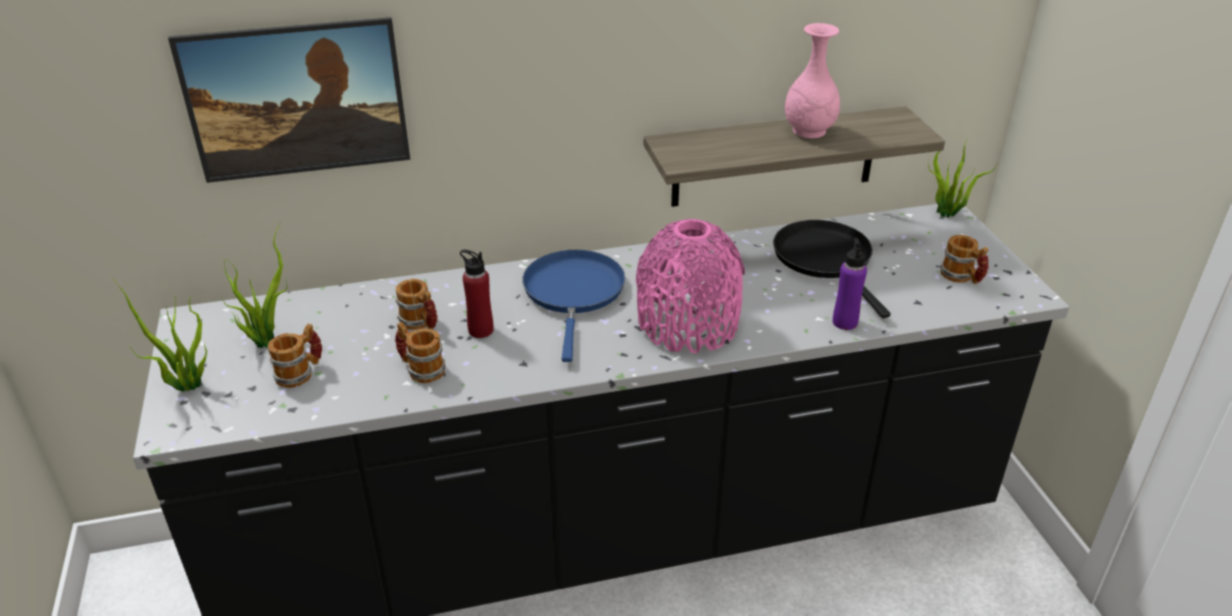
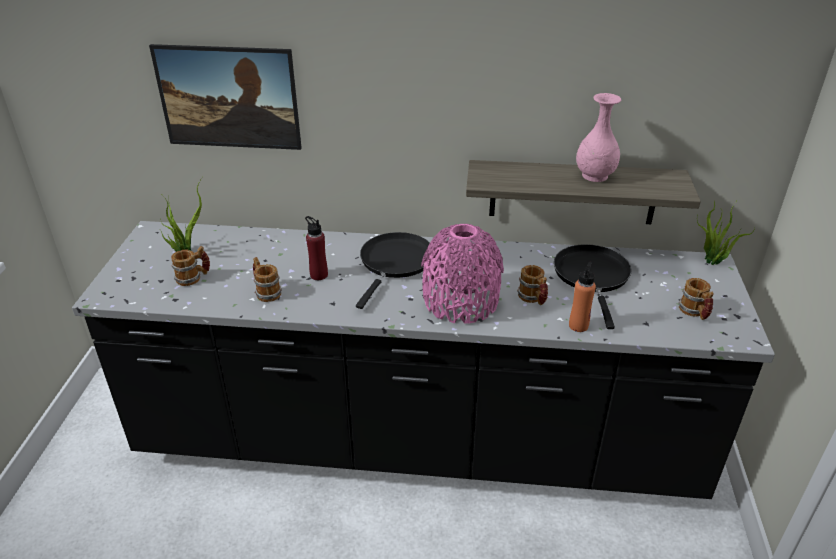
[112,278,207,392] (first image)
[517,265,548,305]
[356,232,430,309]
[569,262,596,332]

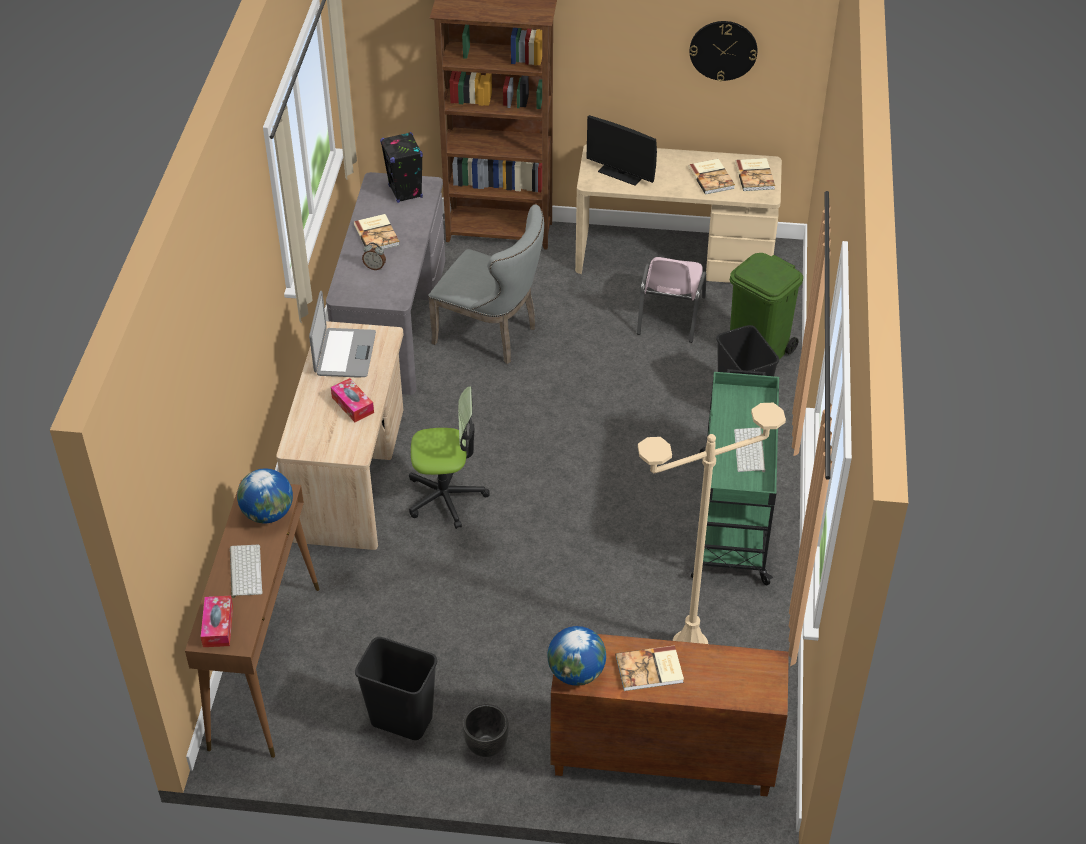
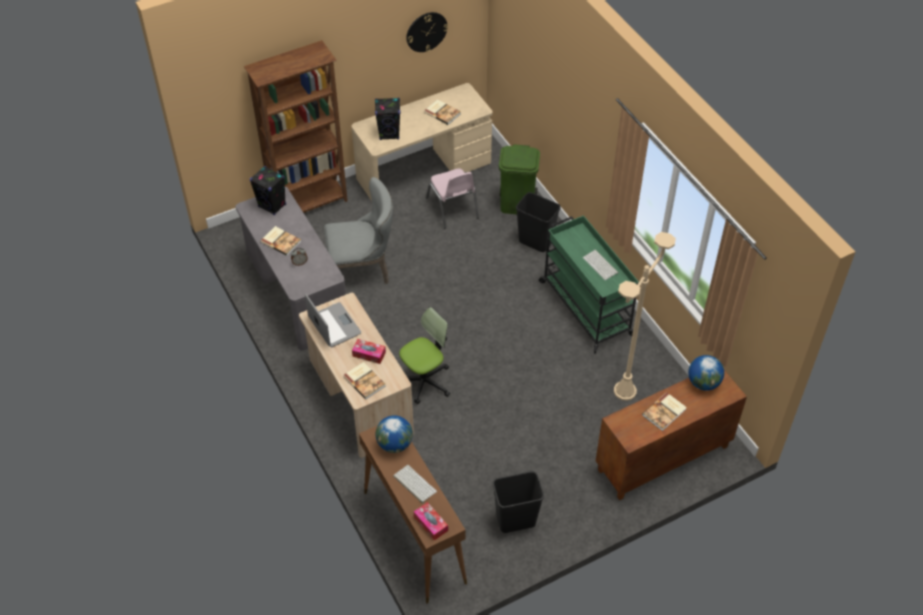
[463,704,509,757] (first image)
[688,355,724,391]
[343,362,385,400]
[375,98,400,140]

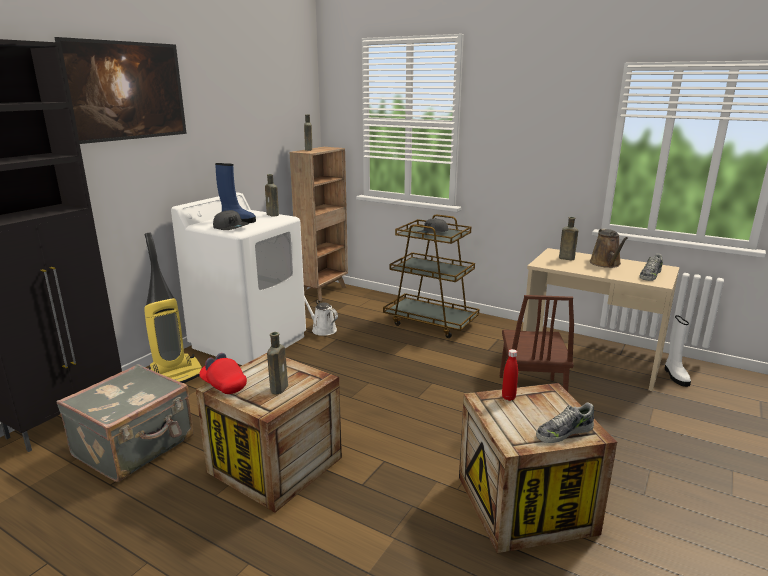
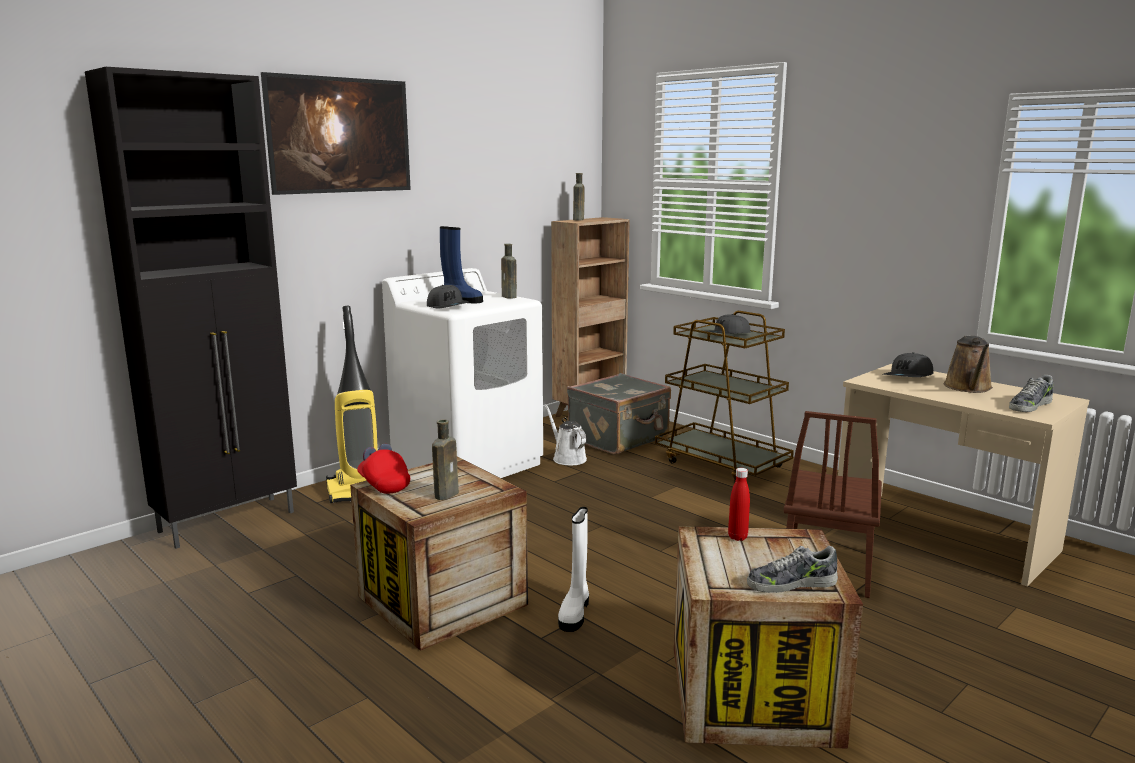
[567,373,671,454]
[558,507,589,632]
[883,352,934,377]

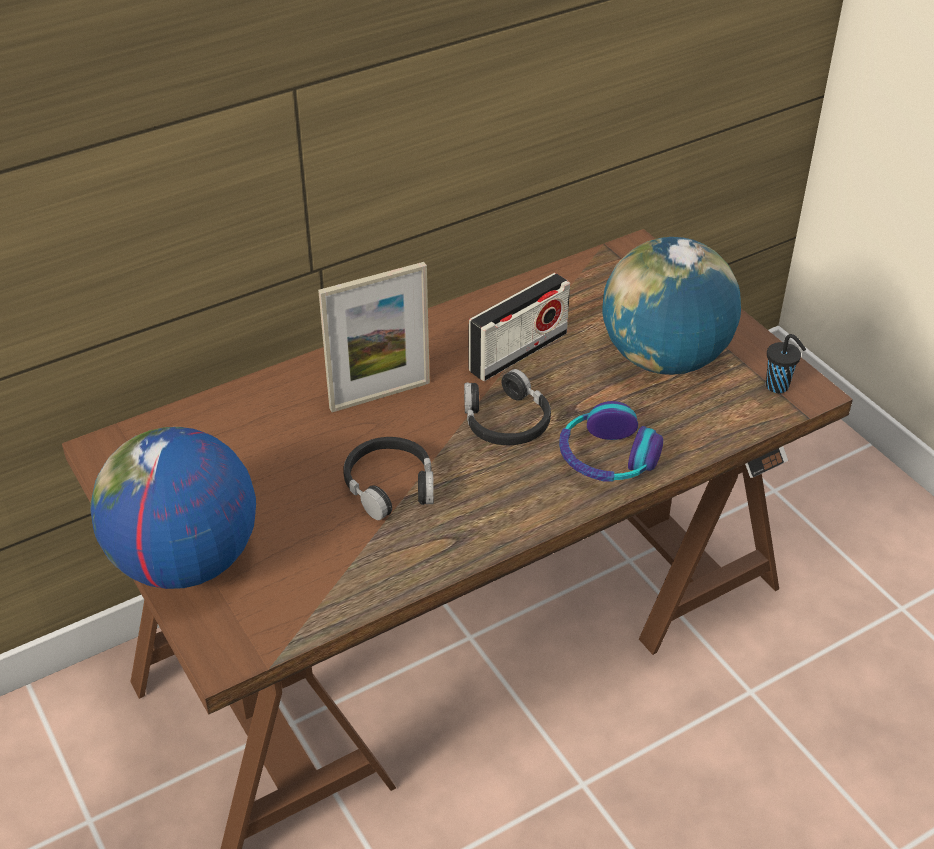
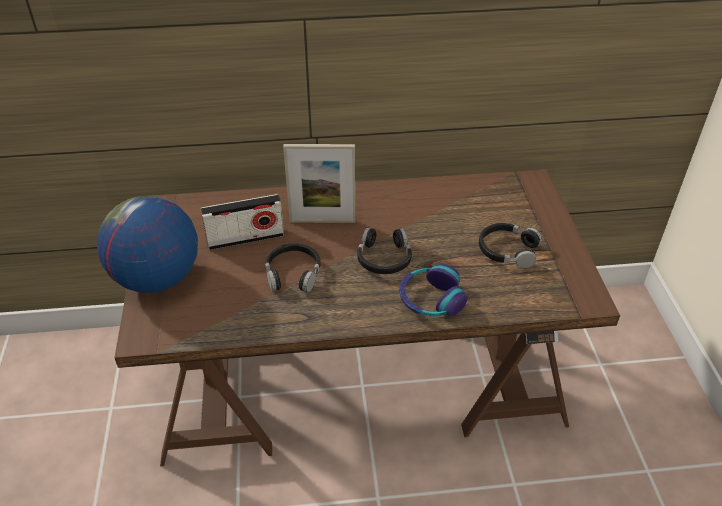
[766,334,806,393] (first image)
[201,194,284,250]
[479,223,542,268]

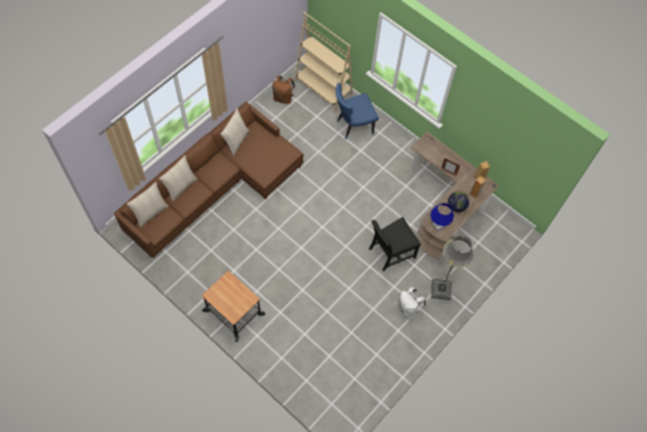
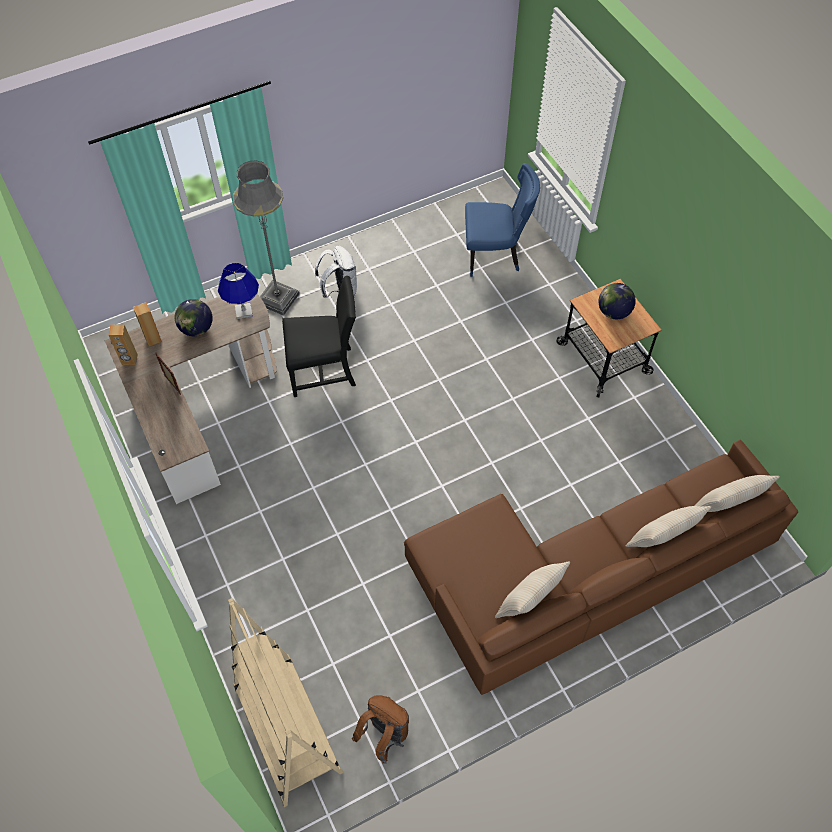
[599,283,636,319]
[465,163,540,277]

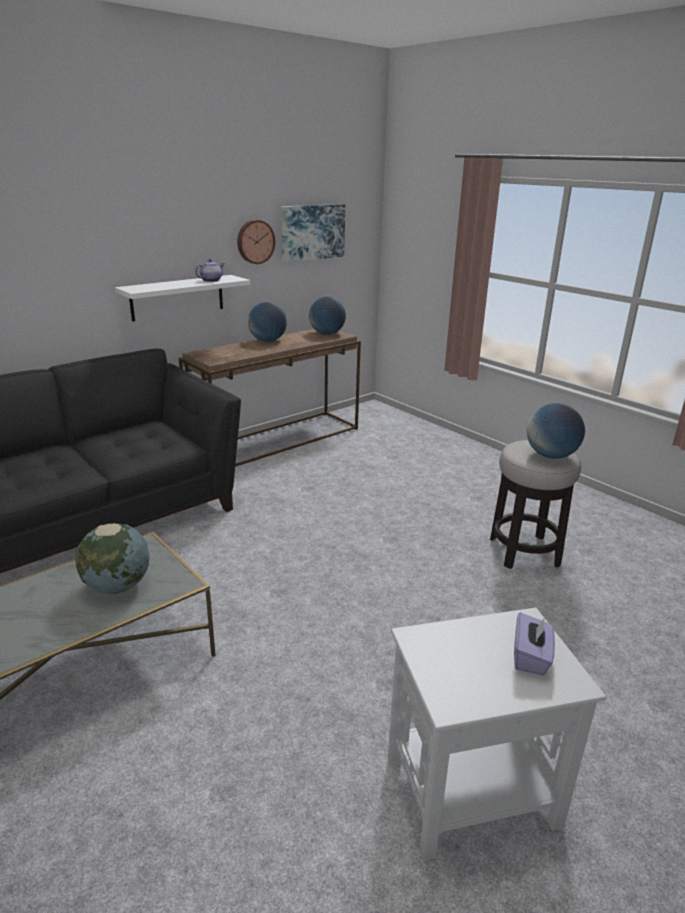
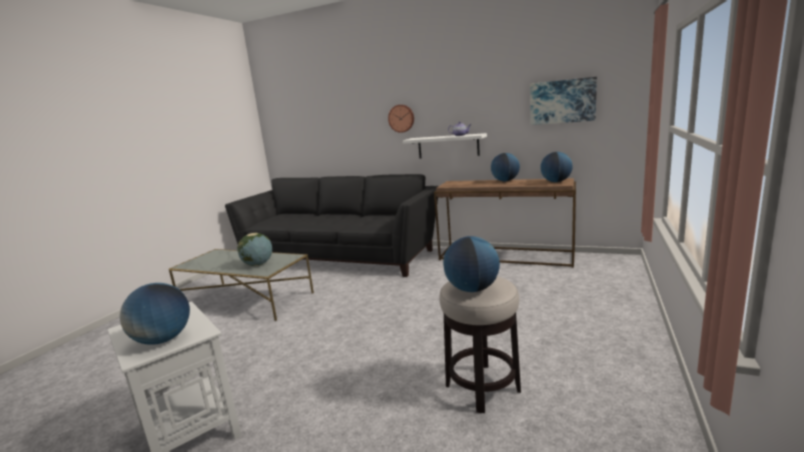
[388,105,414,133]
[120,283,190,345]

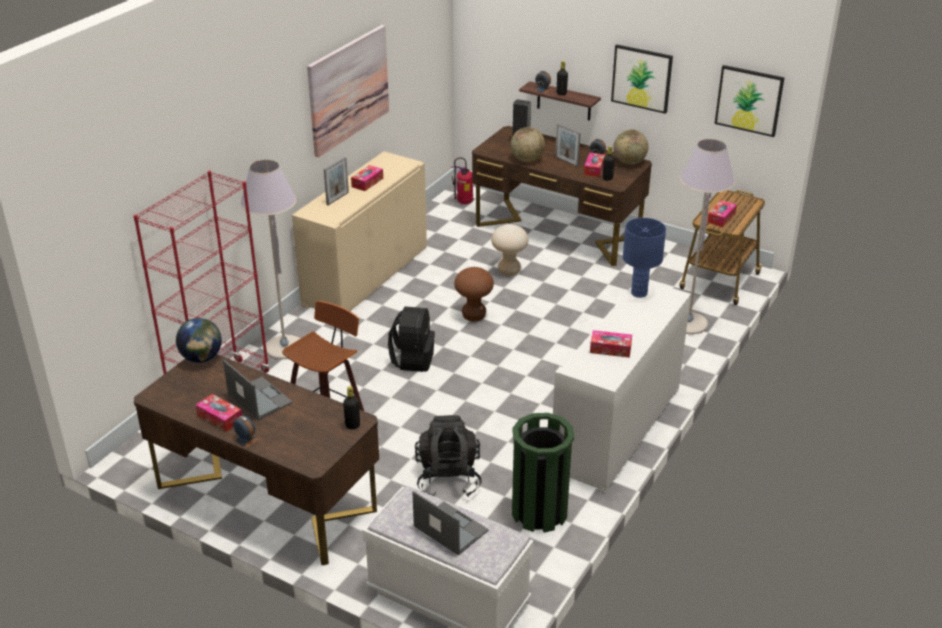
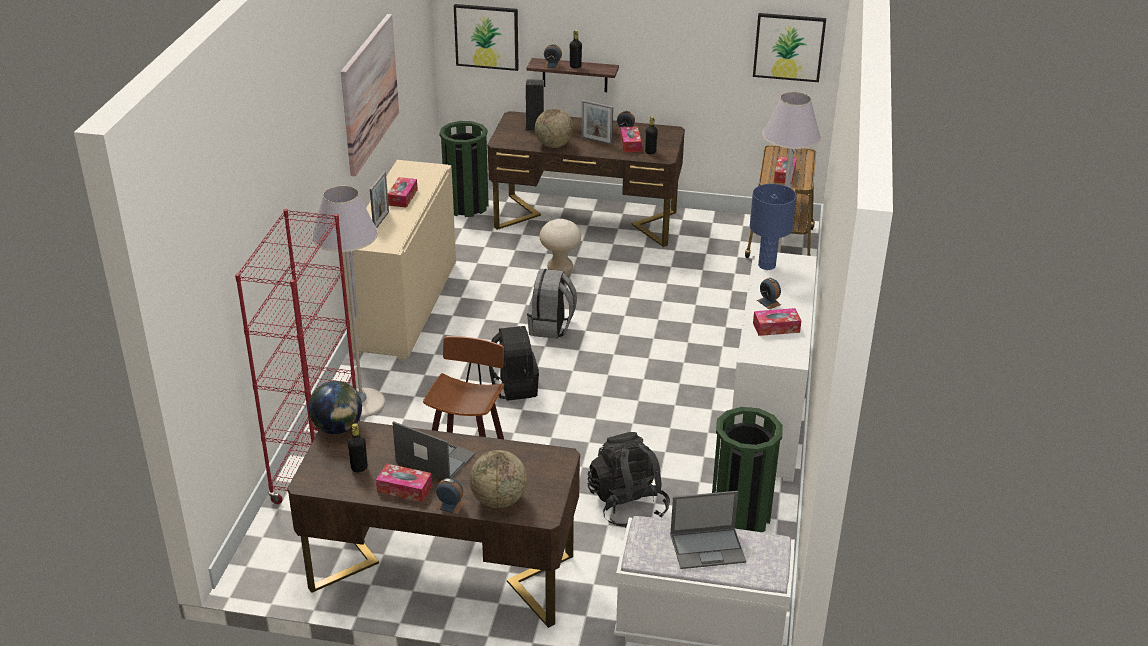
[757,278,781,310]
[348,423,367,472]
[454,4,519,71]
[469,450,527,508]
[439,121,489,217]
[527,269,577,339]
[670,491,746,569]

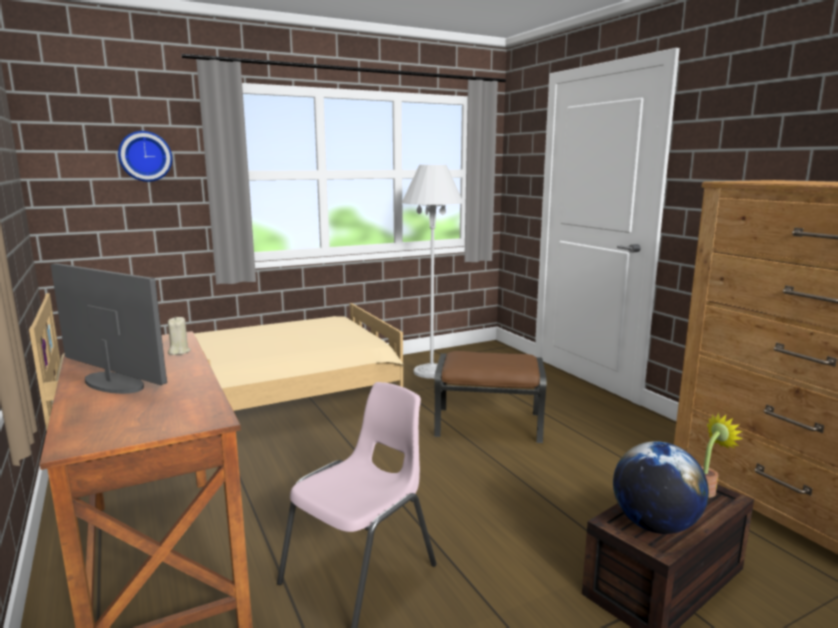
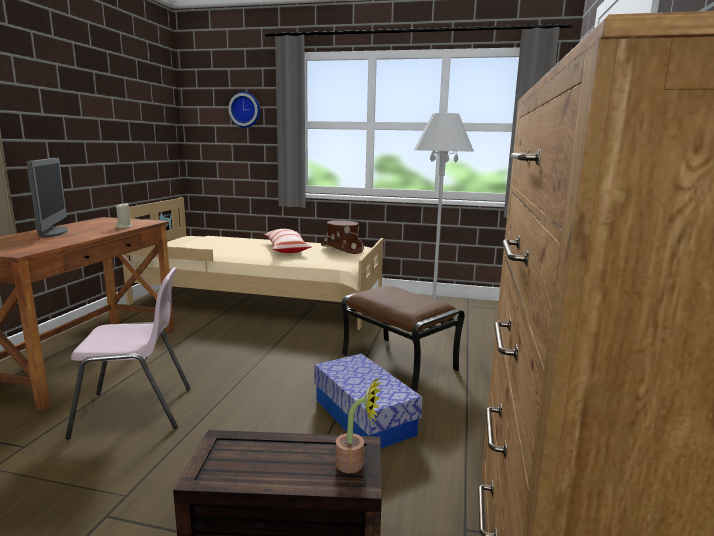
[613,441,709,534] (first image)
[264,229,312,253]
[314,353,423,448]
[321,220,364,254]

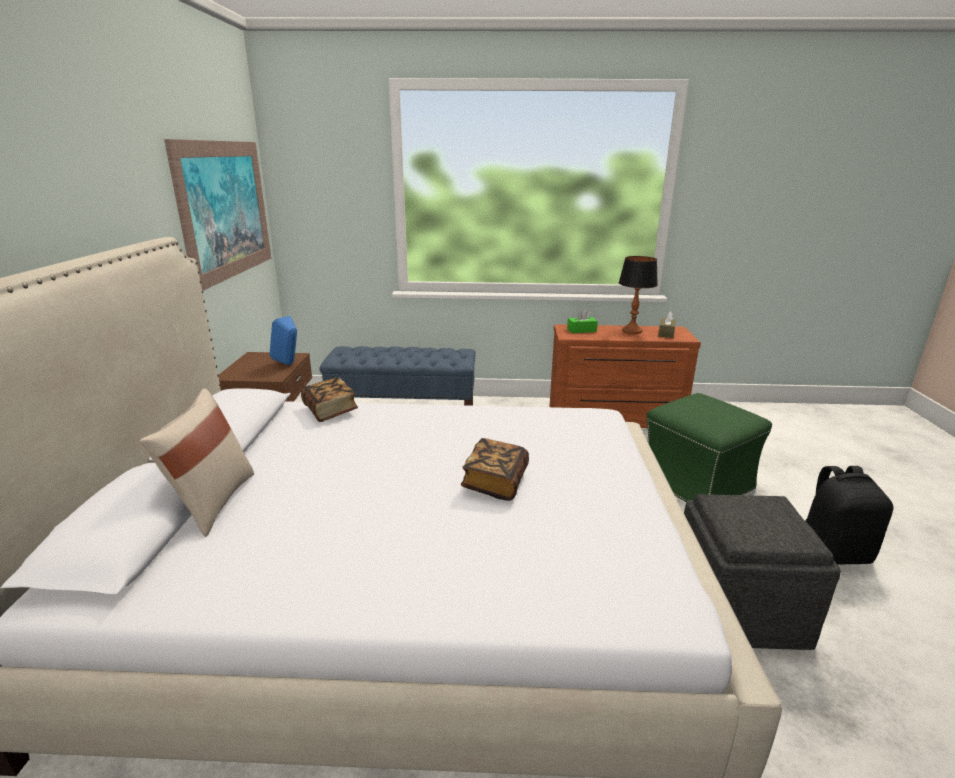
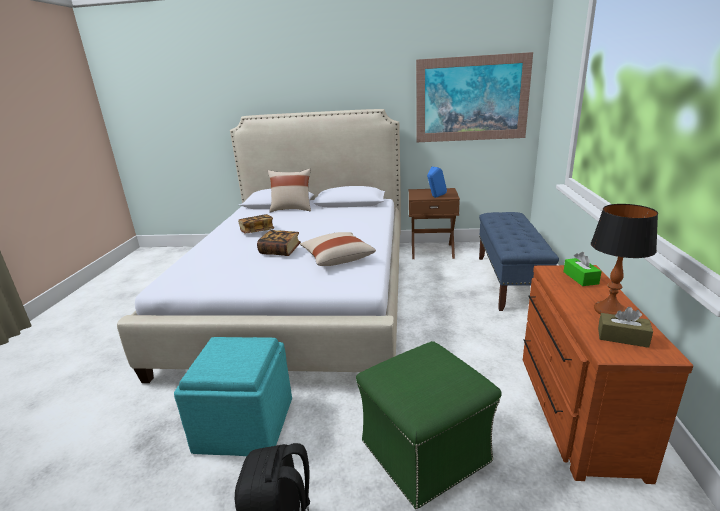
[300,232,376,266]
[238,214,274,233]
[174,337,292,456]

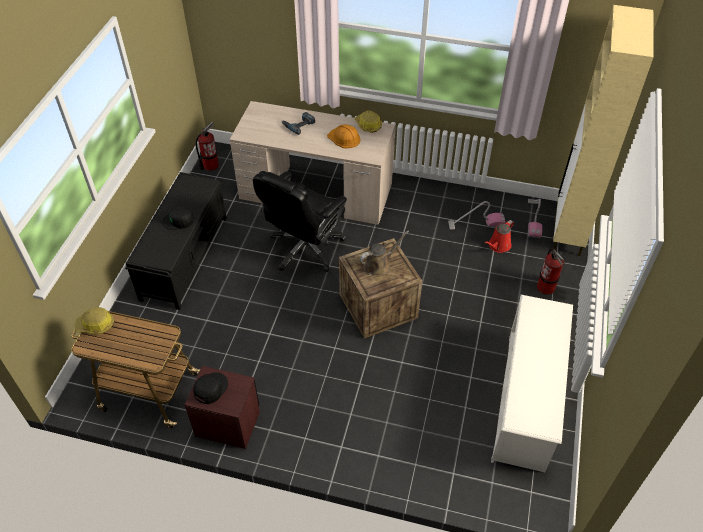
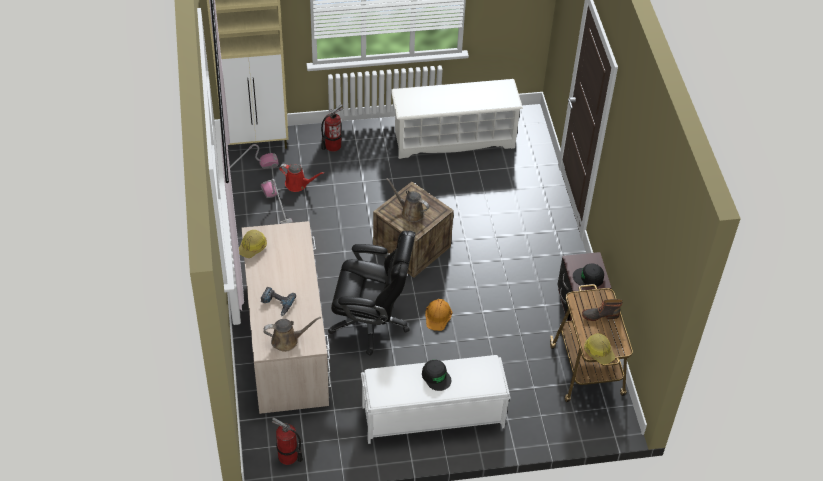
[264,317,321,352]
[582,299,623,321]
[425,299,452,331]
[361,355,511,444]

